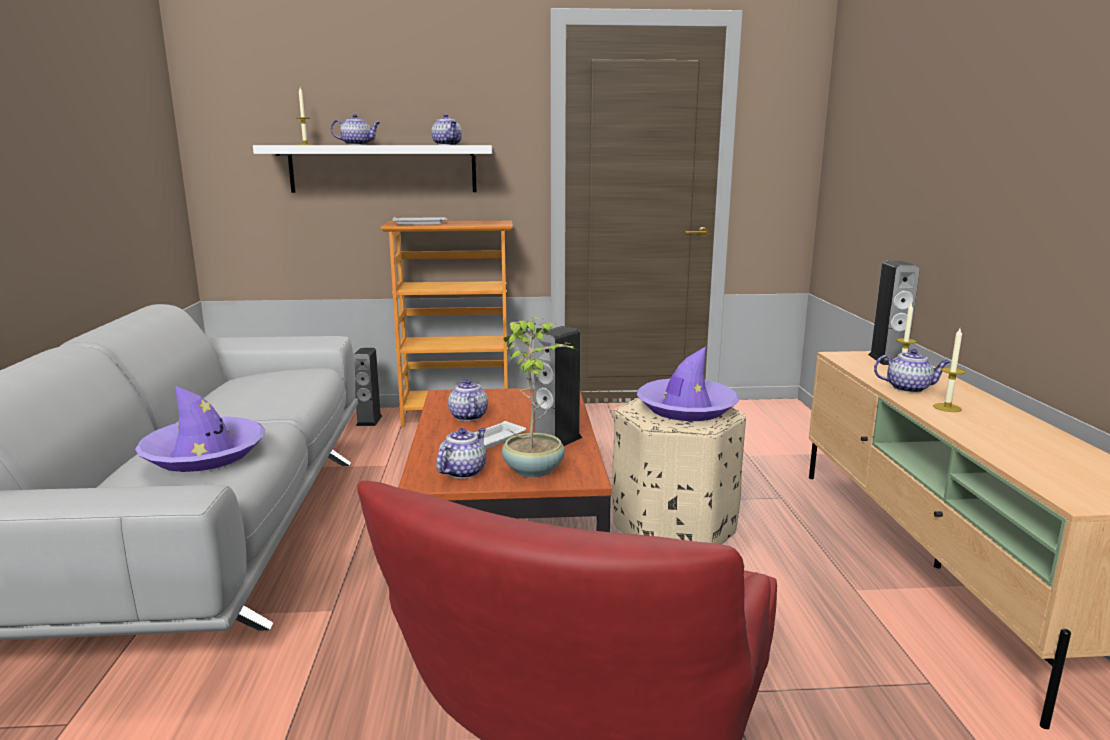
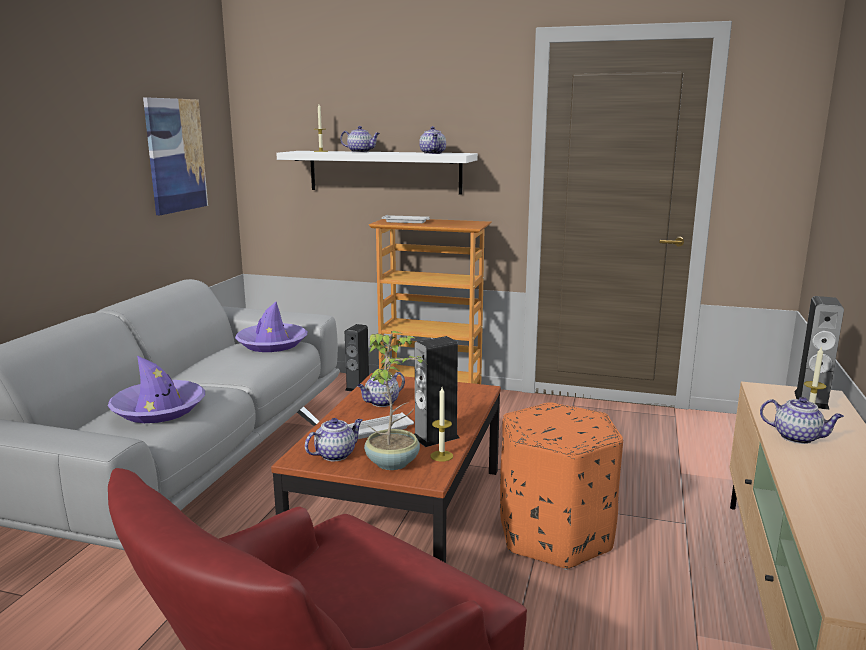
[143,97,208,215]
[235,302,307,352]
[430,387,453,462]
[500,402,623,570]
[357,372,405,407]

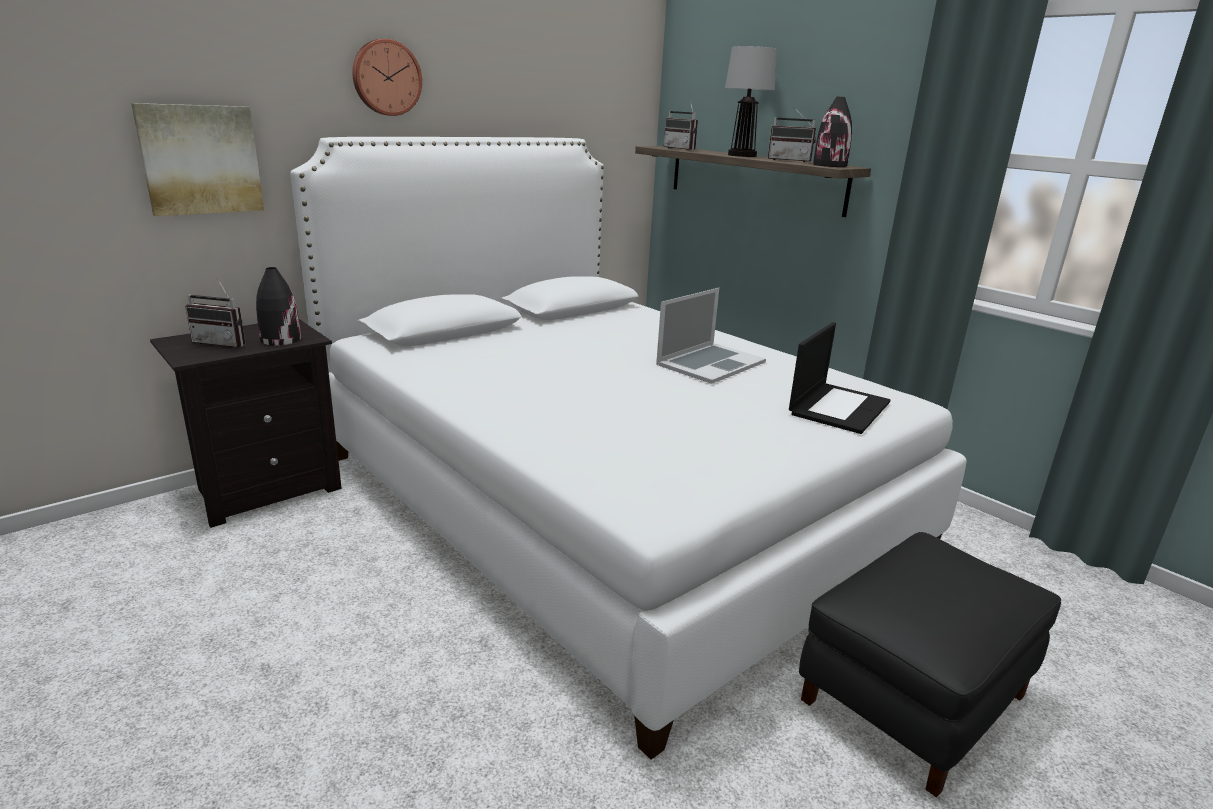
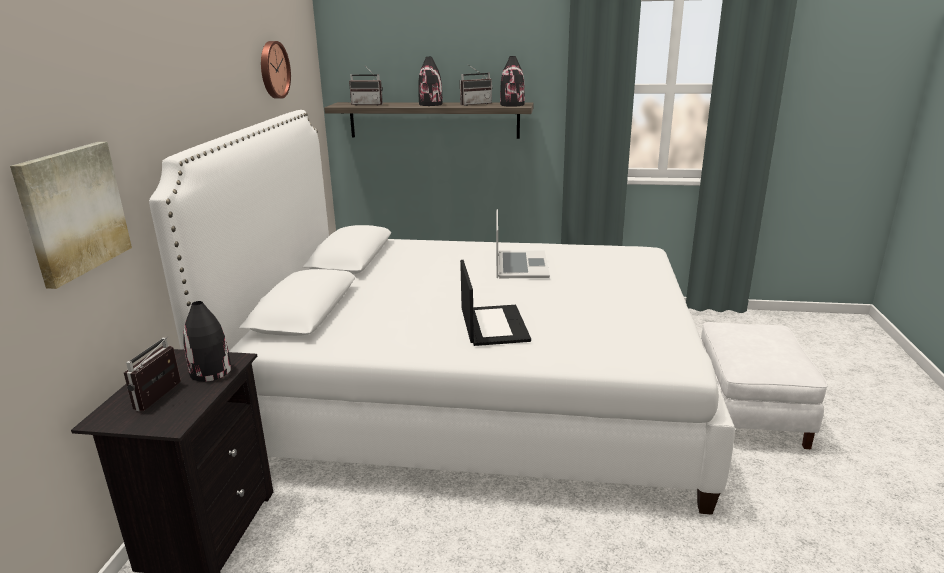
[261,41,291,99]
[460,260,531,346]
[418,57,443,106]
[701,322,827,449]
[124,336,181,411]

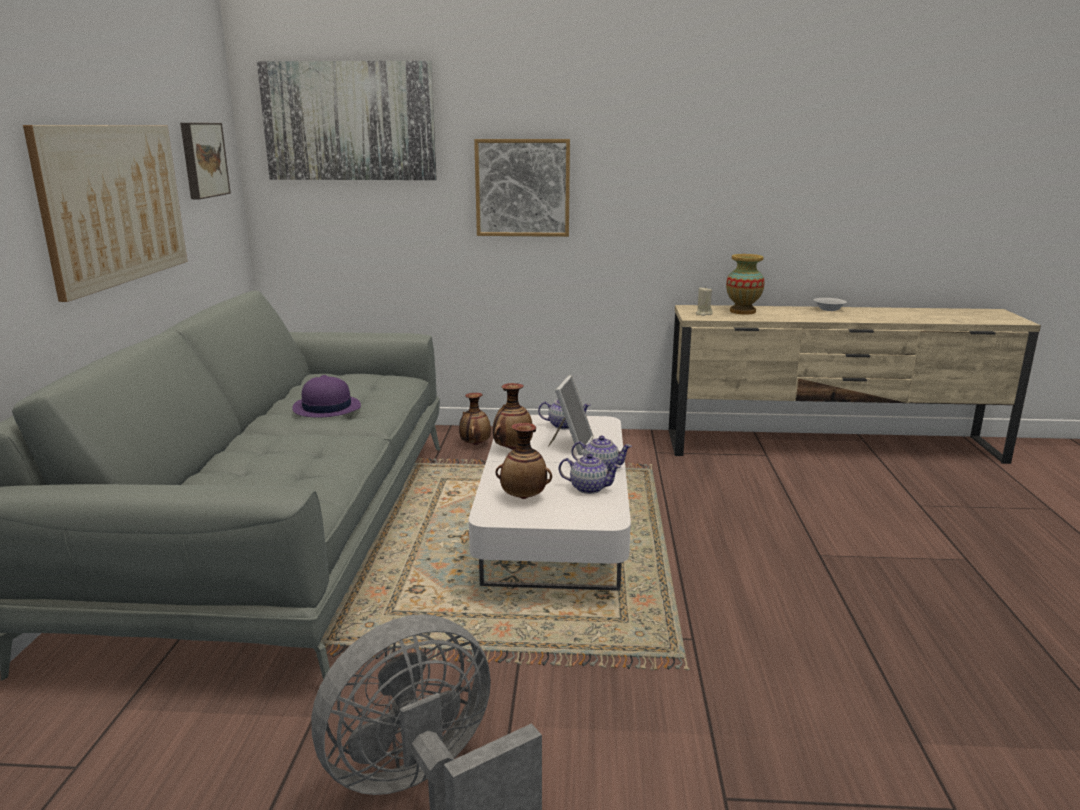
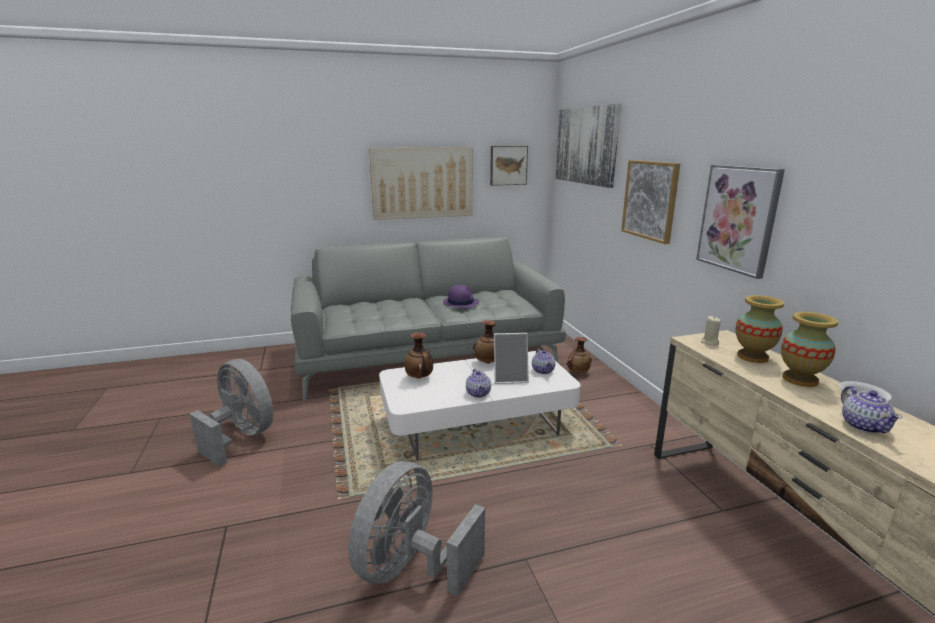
[348,461,485,597]
[696,165,785,279]
[781,312,838,387]
[841,386,902,434]

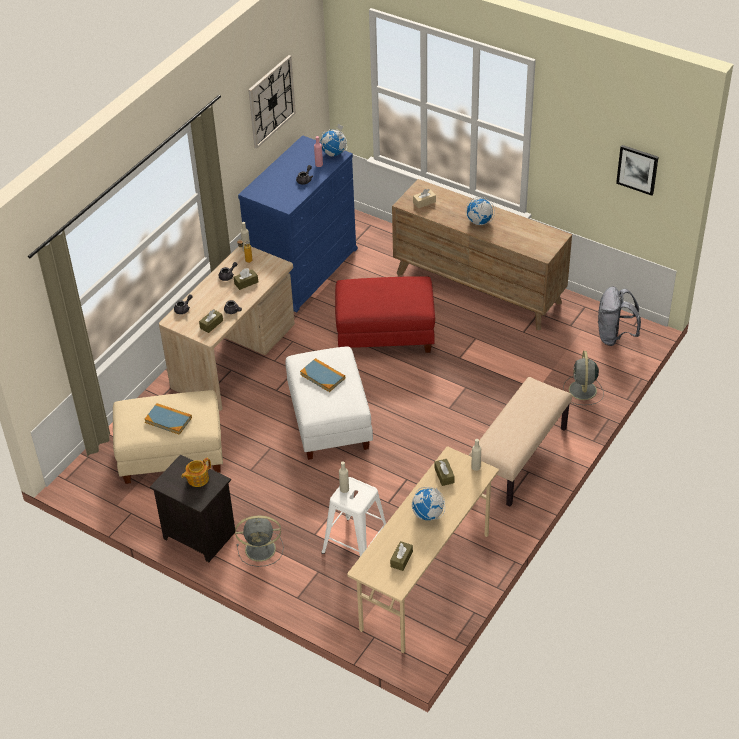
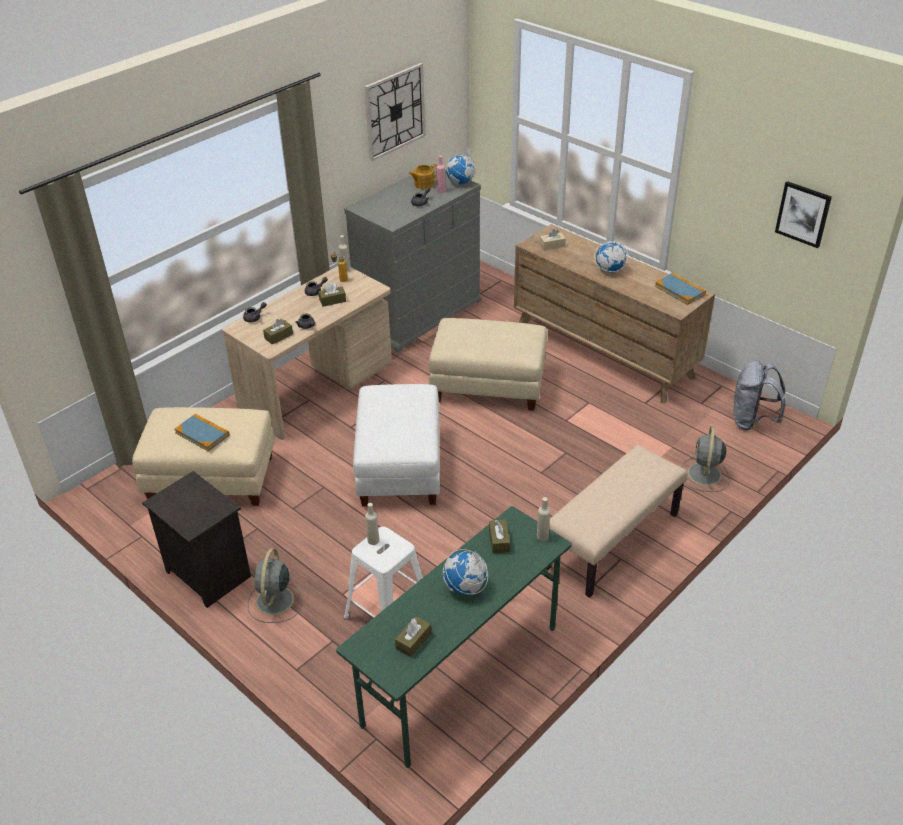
[409,164,437,189]
[655,273,706,305]
[344,165,482,353]
[429,318,547,411]
[336,506,572,768]
[248,548,302,623]

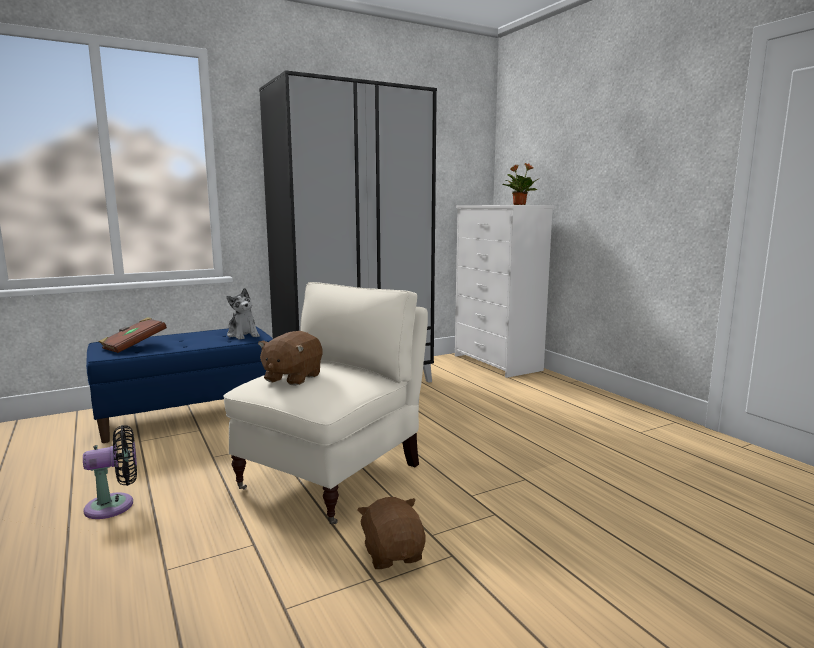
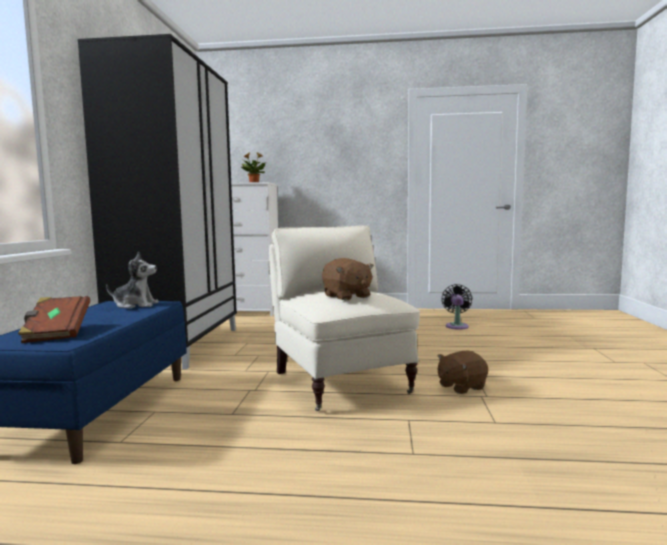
[442,284,472,330]
[438,351,488,394]

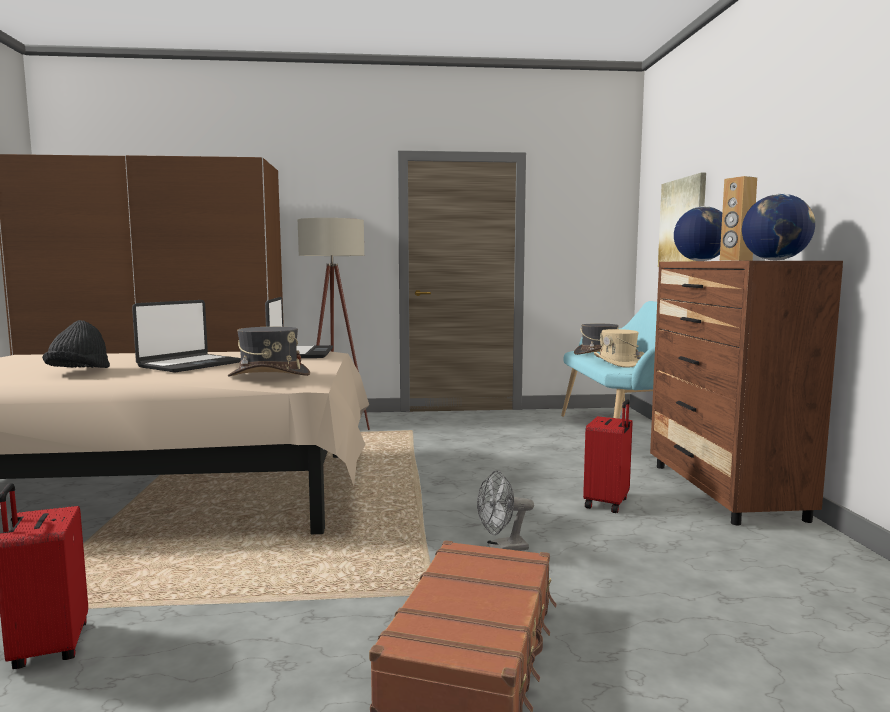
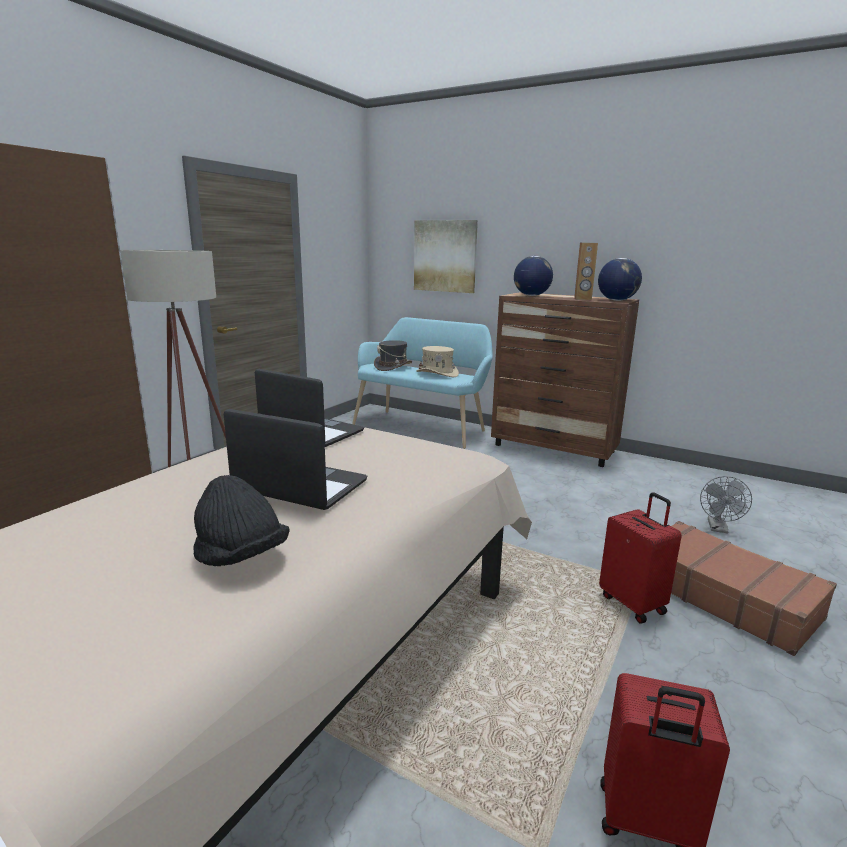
[228,327,310,376] (first image)
[700,476,752,533]
[599,492,682,623]
[224,409,367,510]

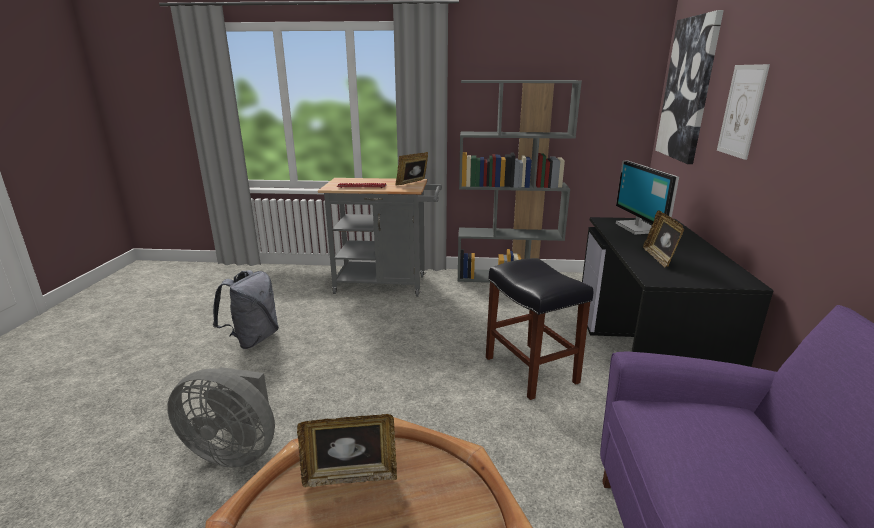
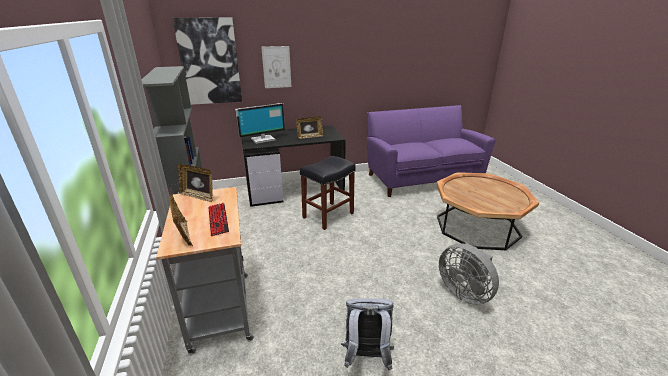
[169,193,193,246]
[439,243,499,305]

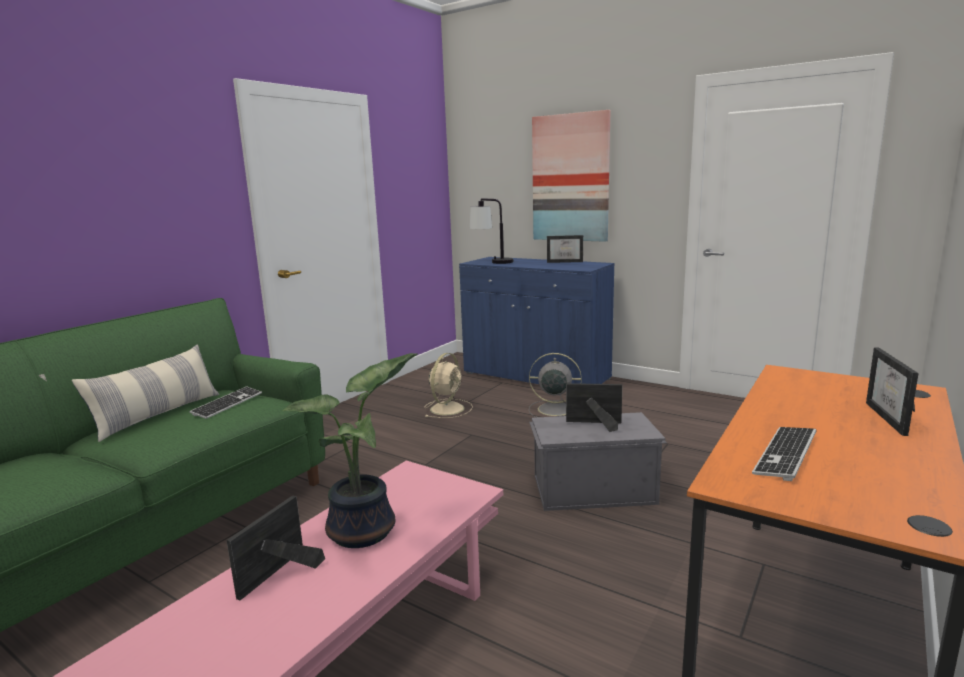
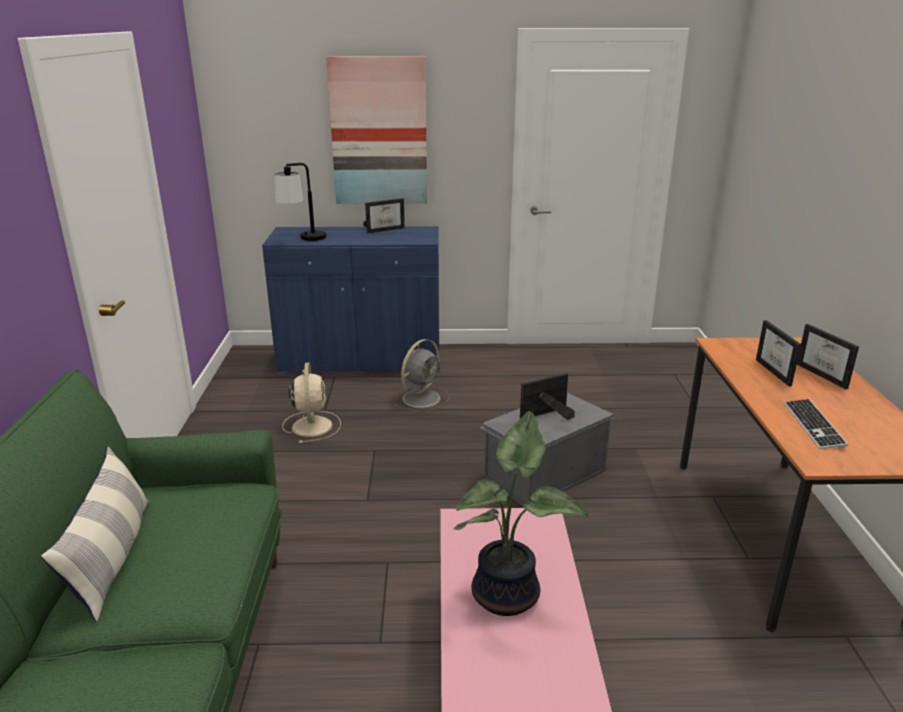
[189,386,262,419] (first image)
[756,320,801,386]
[394,339,449,412]

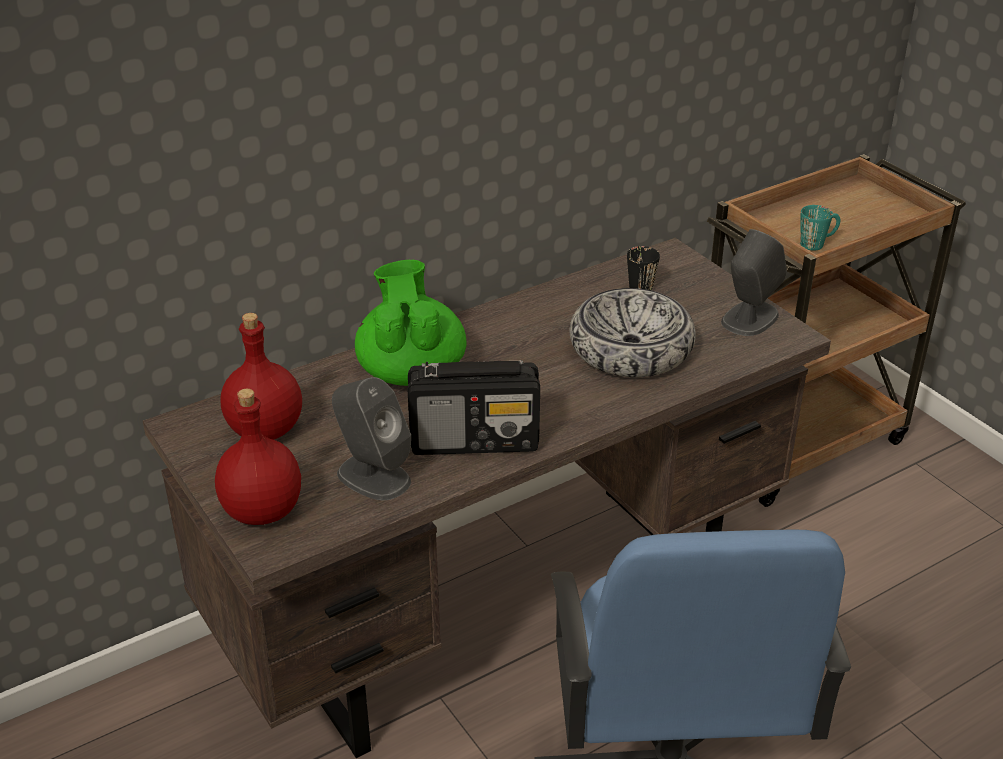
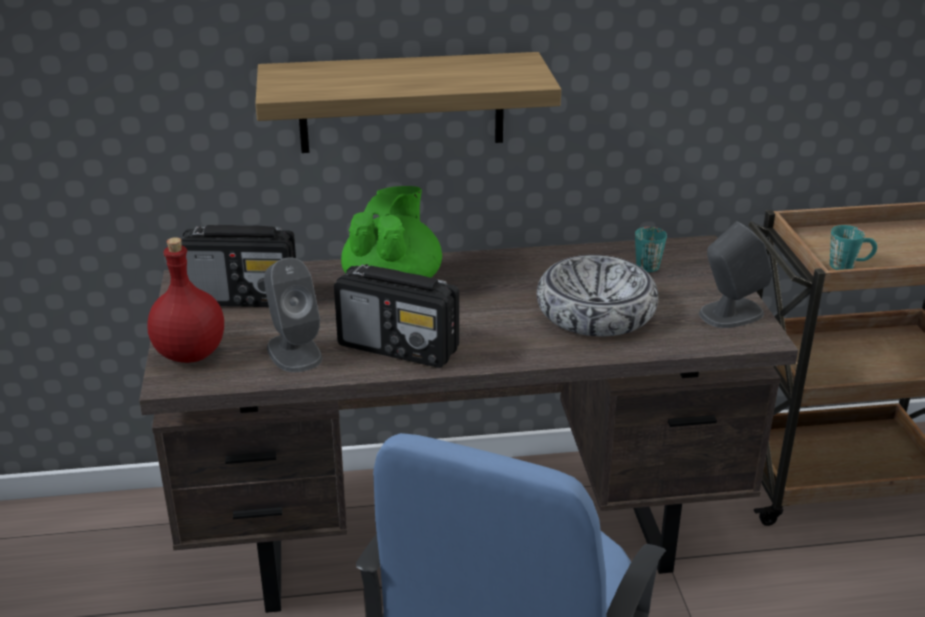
[255,52,561,153]
[181,225,296,307]
[635,227,667,272]

